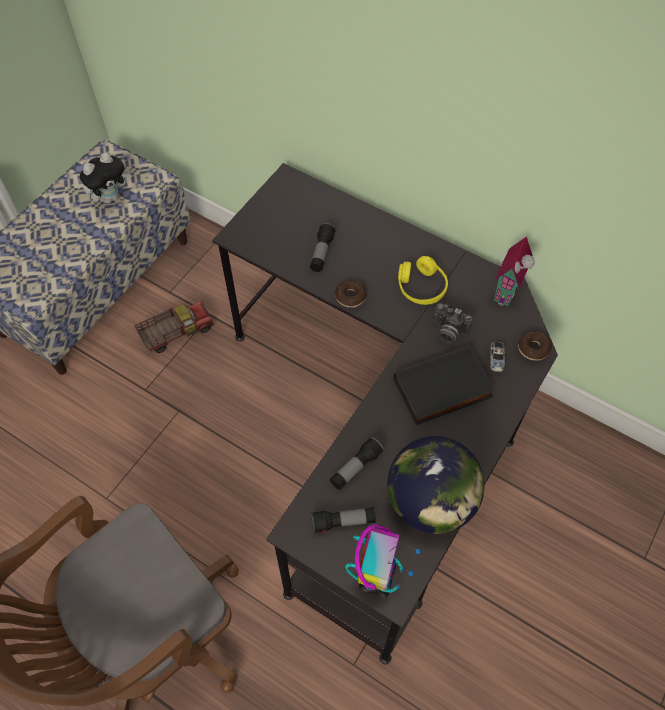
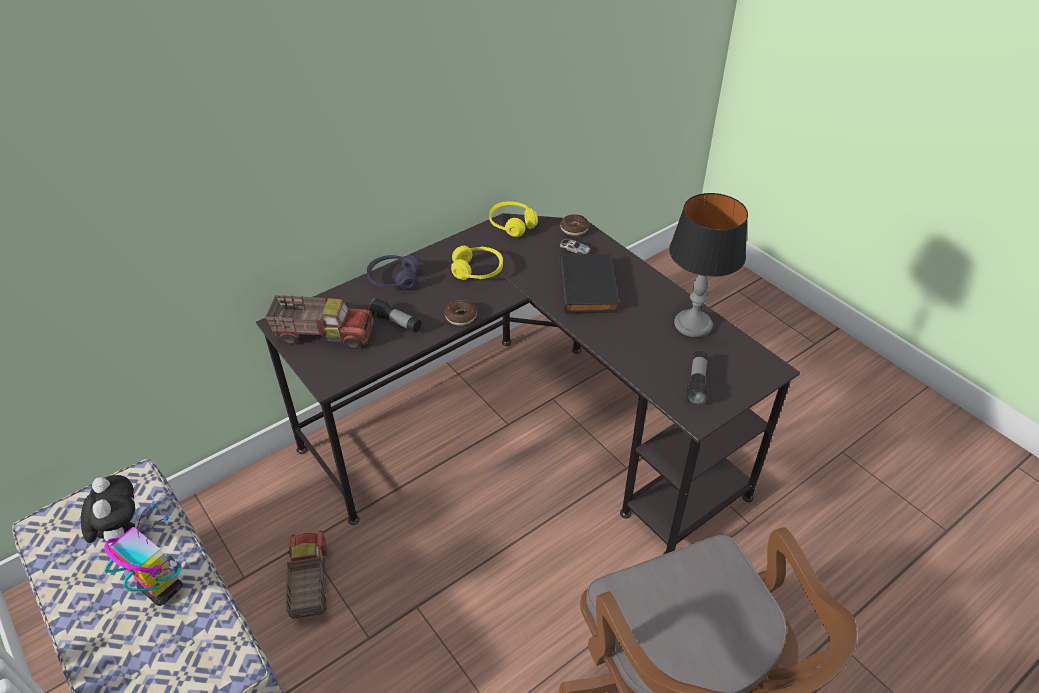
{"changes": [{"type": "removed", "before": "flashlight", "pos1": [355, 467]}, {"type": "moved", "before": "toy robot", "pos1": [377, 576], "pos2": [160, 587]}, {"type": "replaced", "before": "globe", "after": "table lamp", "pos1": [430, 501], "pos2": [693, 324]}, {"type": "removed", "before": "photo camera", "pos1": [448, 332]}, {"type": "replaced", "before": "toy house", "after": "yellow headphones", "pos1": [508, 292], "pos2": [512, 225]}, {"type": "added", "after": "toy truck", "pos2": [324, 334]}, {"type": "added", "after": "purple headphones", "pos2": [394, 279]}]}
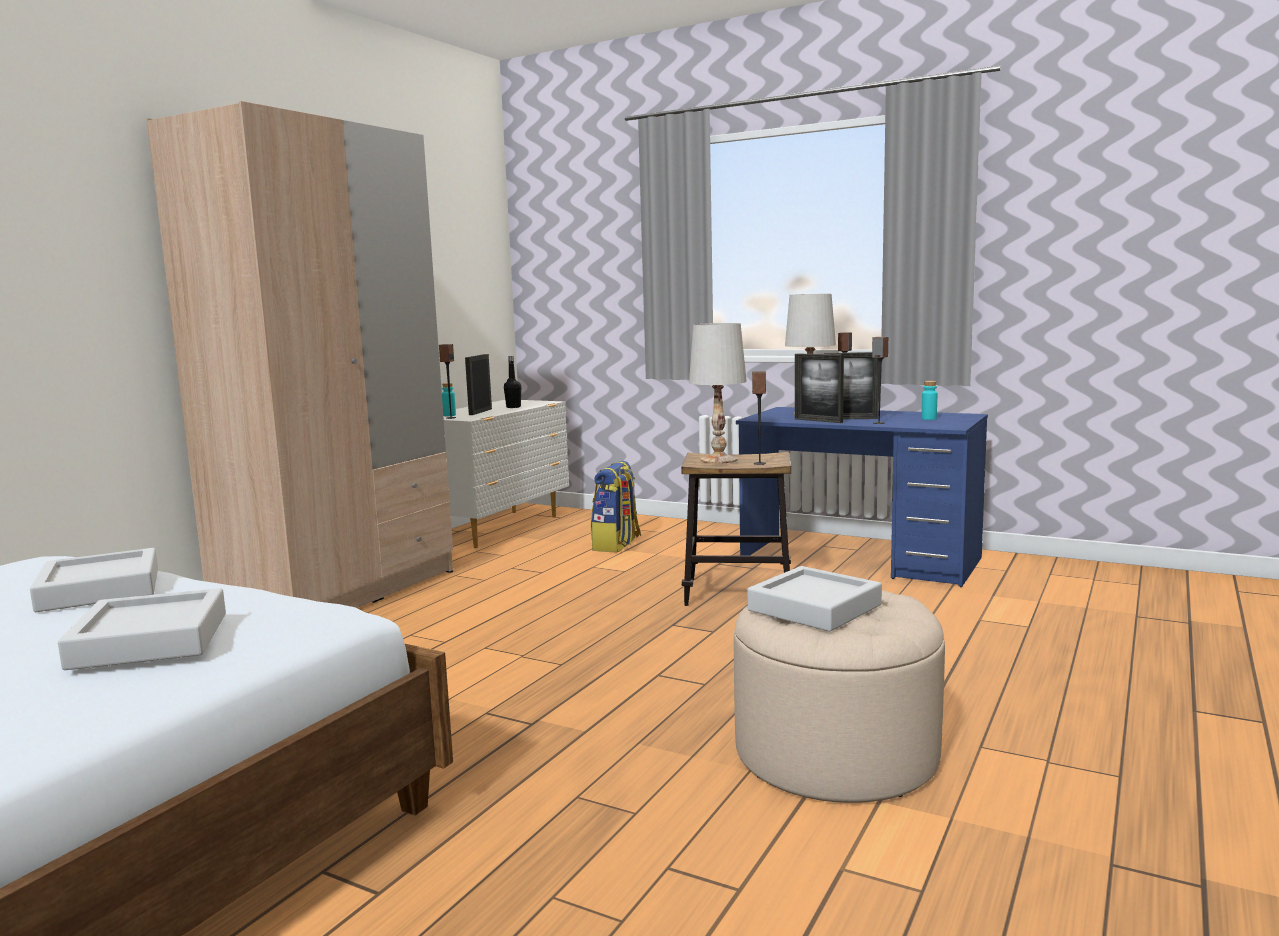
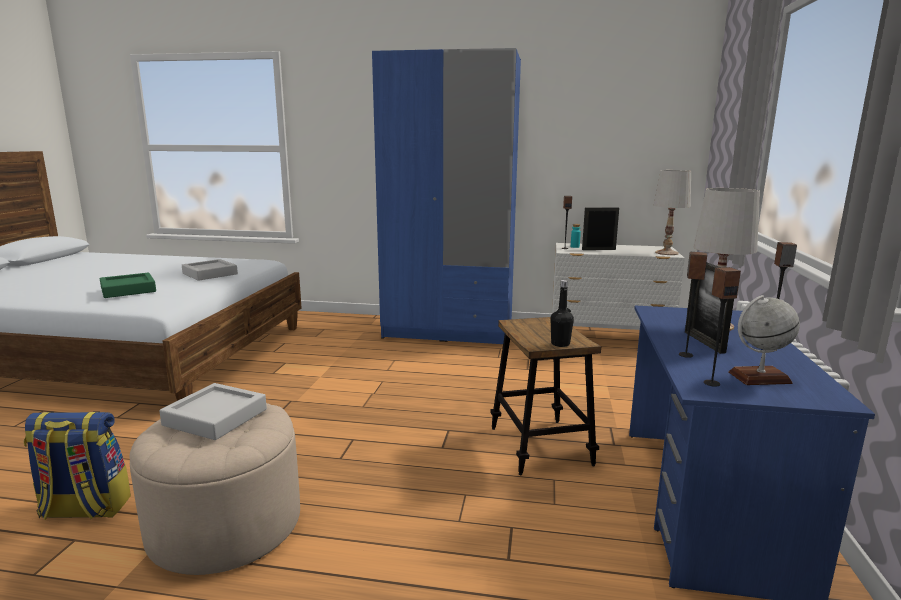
{"changes": [{"type": "recoloured", "before": "grey tray", "after": "green tray", "pos1": [150, 640], "pos2": [128, 290]}, {"type": "recoloured", "before": "beige wardrobe", "after": "blue wardrobe", "pos1": [339, 593], "pos2": [449, 331]}, {"type": "moved", "before": "black bottle", "pos1": [513, 407], "pos2": [560, 344]}, {"type": "moved", "before": "backpack", "pos1": [617, 545], "pos2": [84, 509]}, {"type": "moved", "before": "white table lamp", "pos1": [719, 460], "pos2": [666, 253]}, {"type": "moved", "before": "speaker", "pos1": [759, 463], "pos2": [711, 383]}, {"type": "removed", "before": "picture frame", "pos1": [818, 420]}, {"type": "replaced", "before": "turquoise bottle", "after": "globe", "pos1": [929, 418], "pos2": [759, 377]}]}
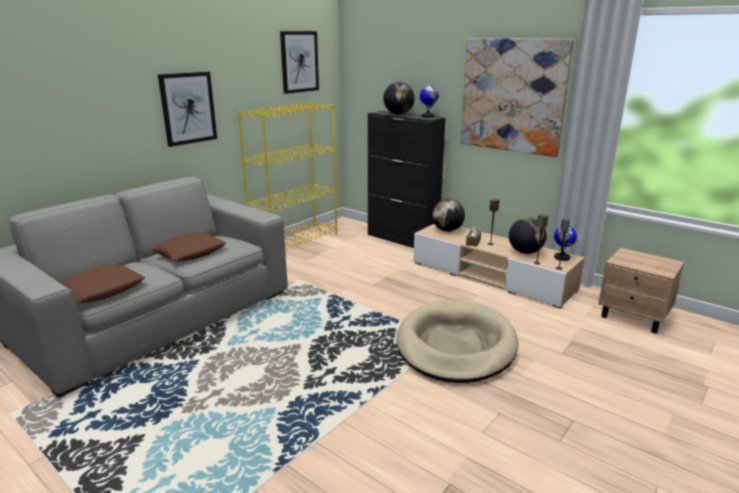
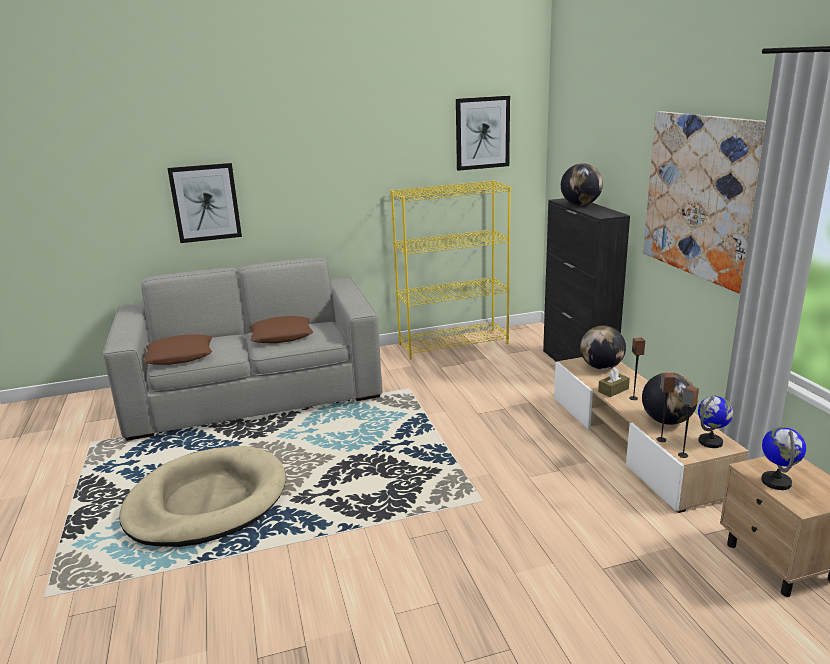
{"changes": [{"type": "moved", "before": "picture", "pos1": [188, 108], "pos2": [205, 203]}, {"type": "moved", "before": "beige dog bed", "pos1": [456, 346], "pos2": [207, 502]}, {"type": "moved", "before": "globe", "pos1": [428, 116], "pos2": [776, 482]}]}
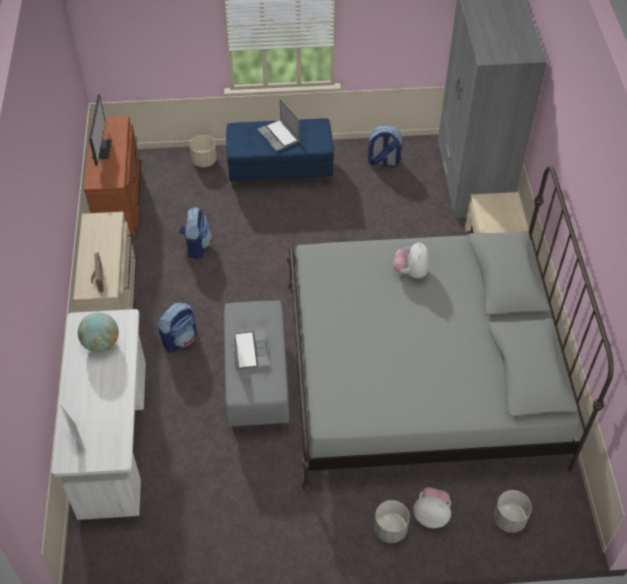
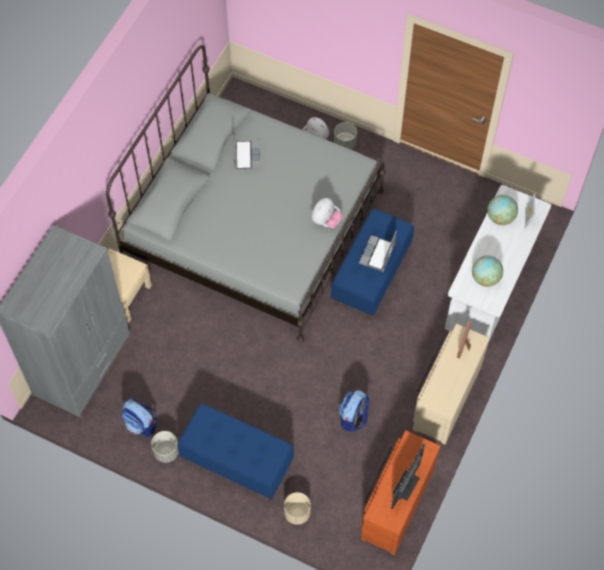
{"changes": [{"type": "removed", "before": "backpack", "pos1": [180, 339]}, {"type": "recoloured", "before": "grey bench", "after": "blue bench", "pos1": [258, 382], "pos2": [371, 275]}, {"type": "moved", "before": "laptop", "pos1": [279, 136], "pos2": [246, 155]}, {"type": "moved", "before": "plush toy", "pos1": [411, 272], "pos2": [326, 221]}, {"type": "moved", "before": "grey planter", "pos1": [509, 519], "pos2": [166, 452]}, {"type": "added", "after": "globe", "pos2": [500, 217]}]}
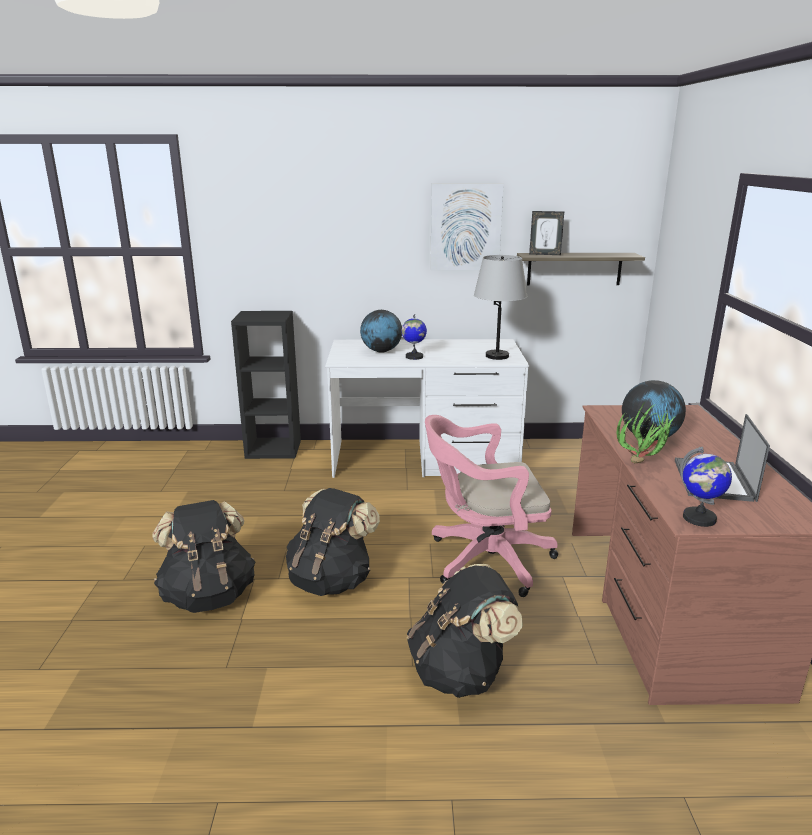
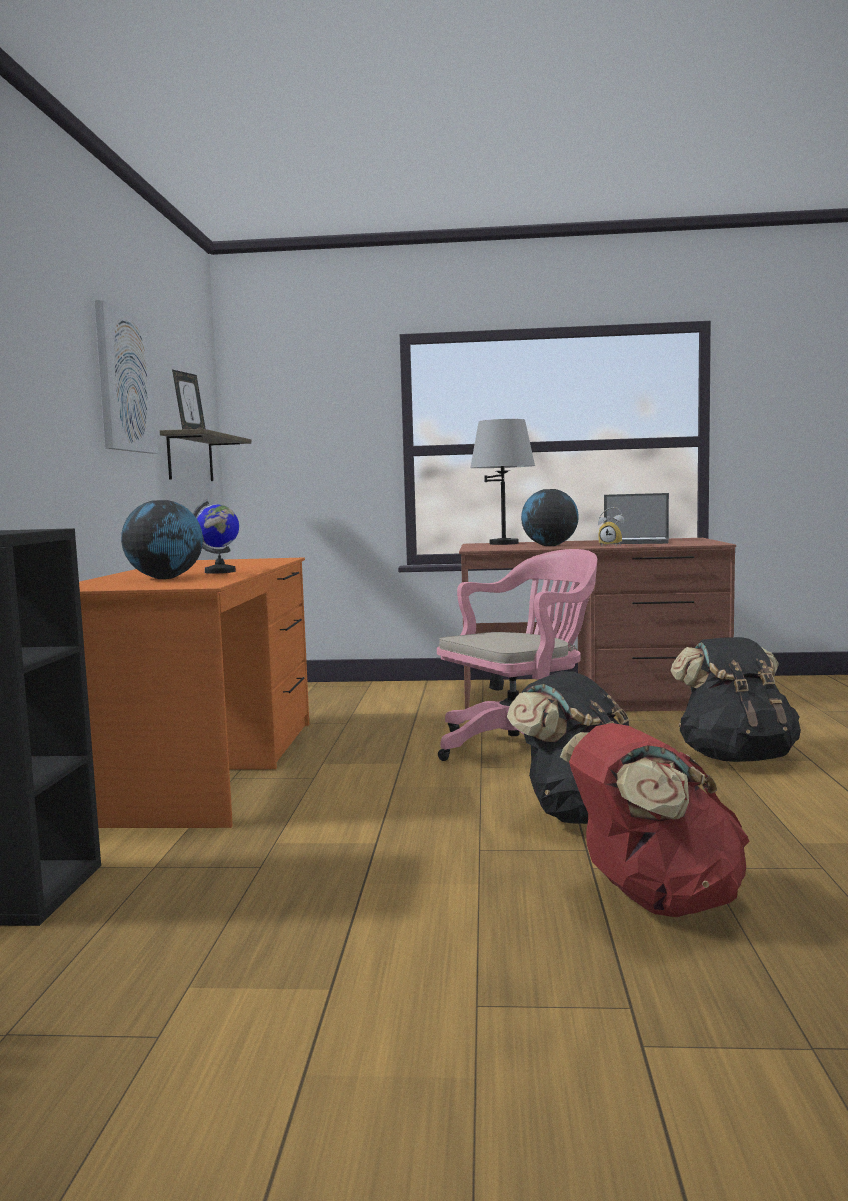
{"changes": [{"type": "recoloured", "before": "black backpack", "after": "red backpack", "pos1": [209, 595], "pos2": [654, 900]}, {"type": "recoloured", "before": "white desk", "after": "orange desk", "pos1": [425, 458], "pos2": [205, 767]}, {"type": "turned", "before": "pink office chair", "pos1": [484, 560], "pos2": [521, 745], "turn": -120}, {"type": "moved", "before": "grey table lamp", "pos1": [497, 356], "pos2": [504, 543]}, {"type": "replaced", "before": "potted plant", "after": "alarm clock", "pos1": [643, 464], "pos2": [611, 546]}, {"type": "removed", "before": "globe", "pos1": [699, 518]}]}
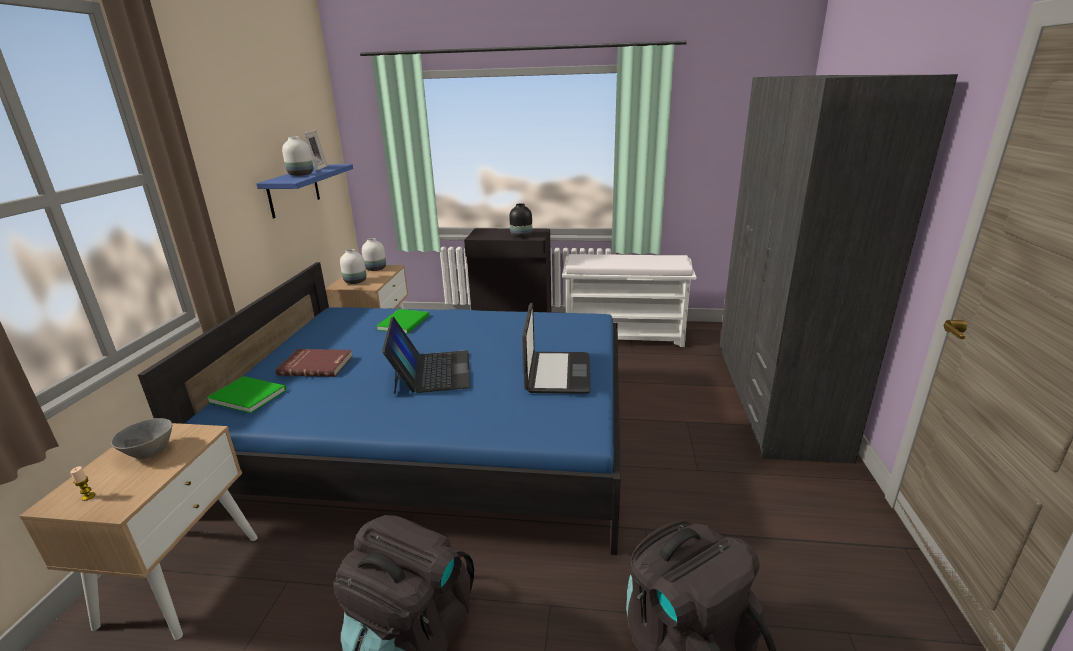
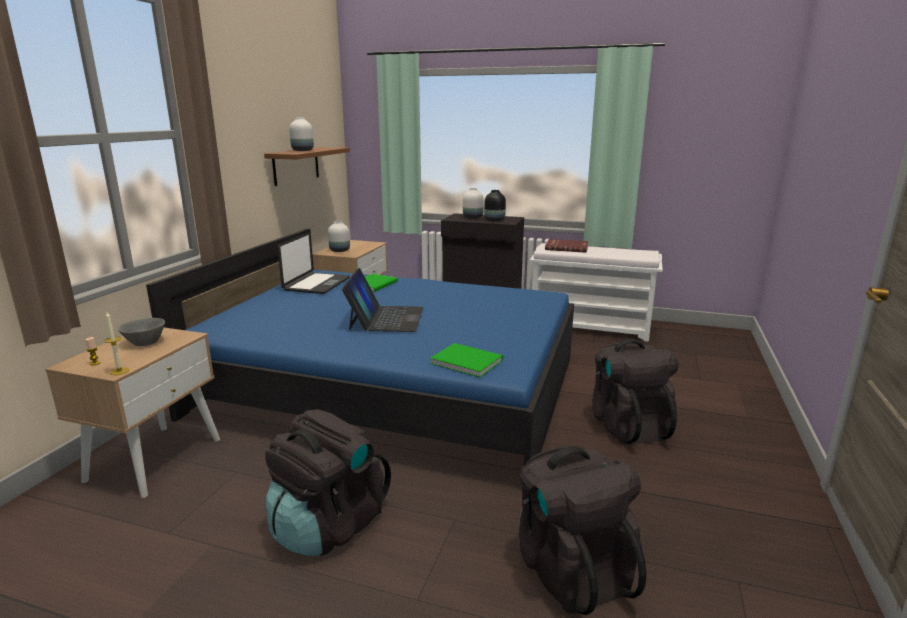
{"changes": [{"type": "moved", "before": "green book", "pos1": [248, 395], "pos2": [466, 360]}, {"type": "recoloured", "before": "blue shelf", "after": "brown shelf", "pos1": [294, 190], "pos2": [296, 165]}, {"type": "moved", "before": "red book", "pos1": [316, 365], "pos2": [566, 247]}, {"type": "removed", "before": "picture frame", "pos1": [316, 168]}, {"type": "moved", "before": "white vase", "pos1": [375, 269], "pos2": [472, 217]}, {"type": "moved", "before": "laptop", "pos1": [557, 373], "pos2": [316, 284]}, {"type": "removed", "before": "grey wardrobe", "pos1": [775, 398]}, {"type": "added", "after": "candle", "pos2": [119, 371]}, {"type": "added", "after": "black backpack", "pos2": [627, 425]}]}
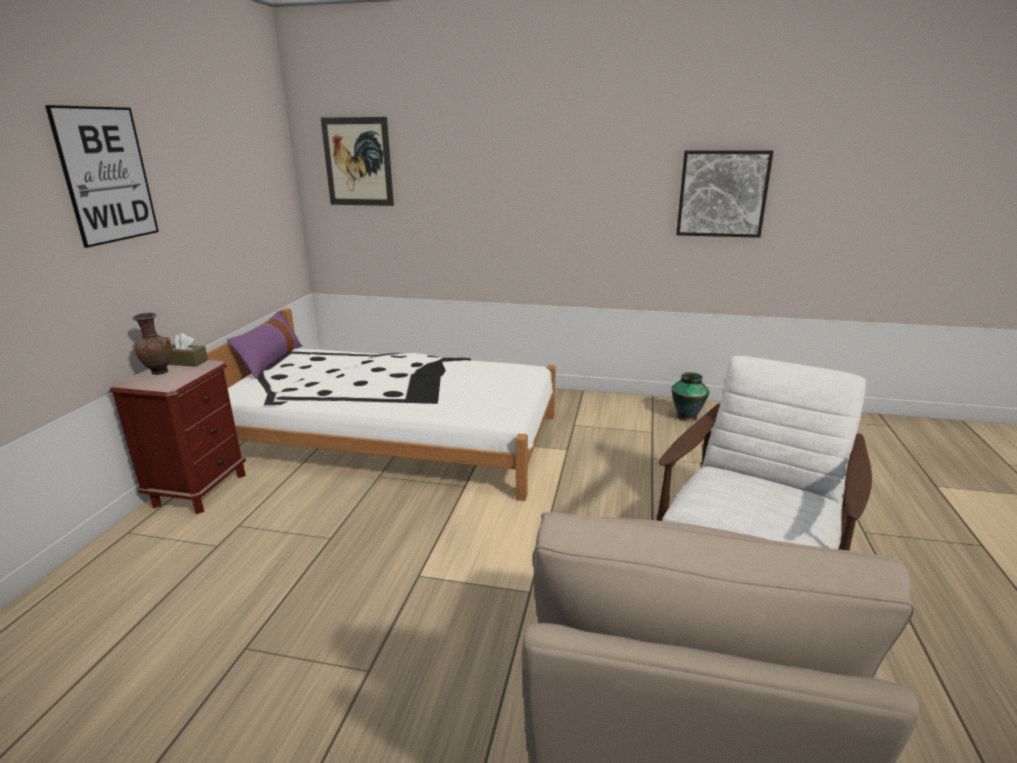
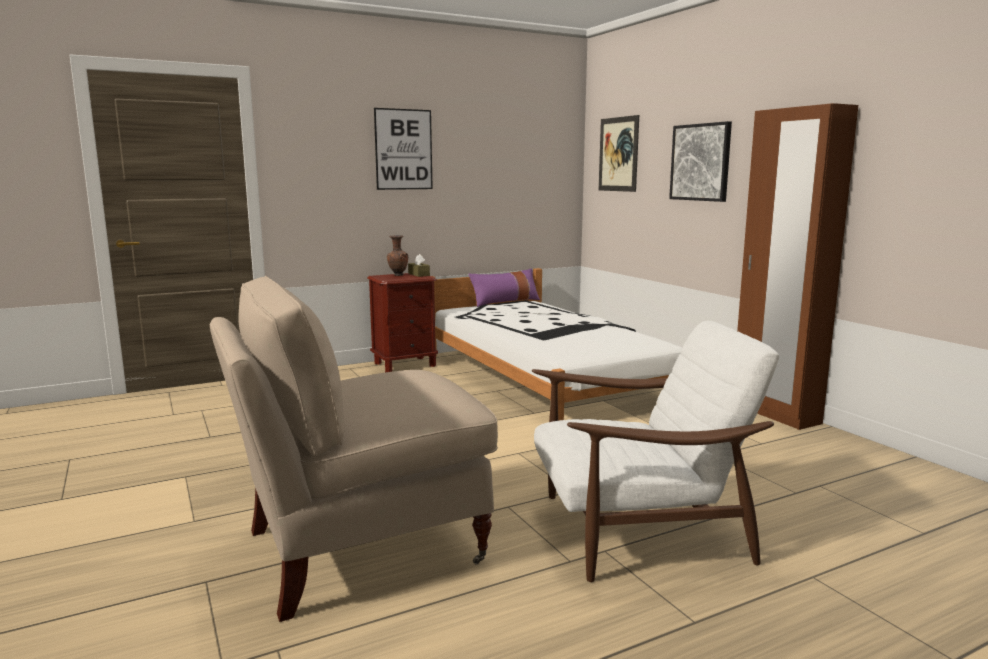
{"changes": [{"type": "removed", "before": "vase", "pos1": [686, 417]}, {"type": "moved", "before": "picture", "pos1": [722, 194], "pos2": [700, 162]}, {"type": "added", "after": "brown wardrobe", "pos2": [774, 414]}]}
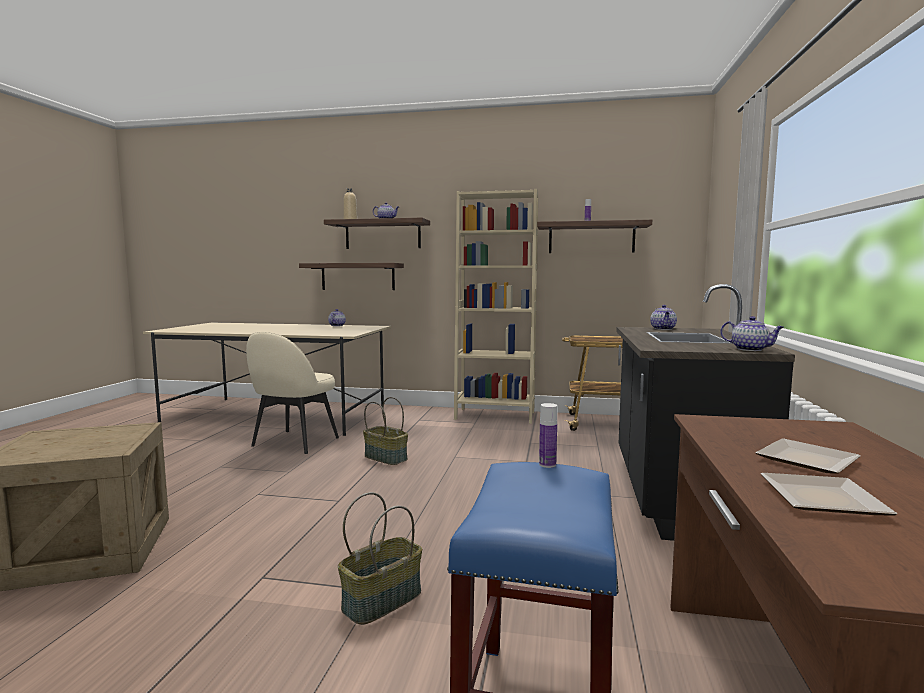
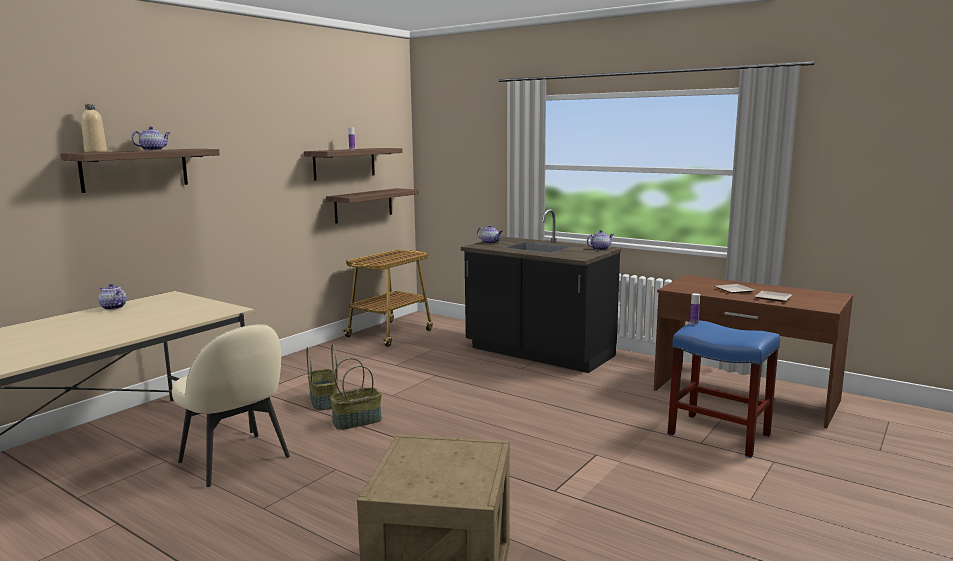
{"changes": [{"type": "moved", "before": "shelf", "pos1": [358, 276], "pos2": [363, 205]}, {"type": "moved", "before": "basket", "pos1": [382, 600], "pos2": [323, 401]}, {"type": "removed", "before": "beige bookcase", "pos1": [495, 415]}]}
